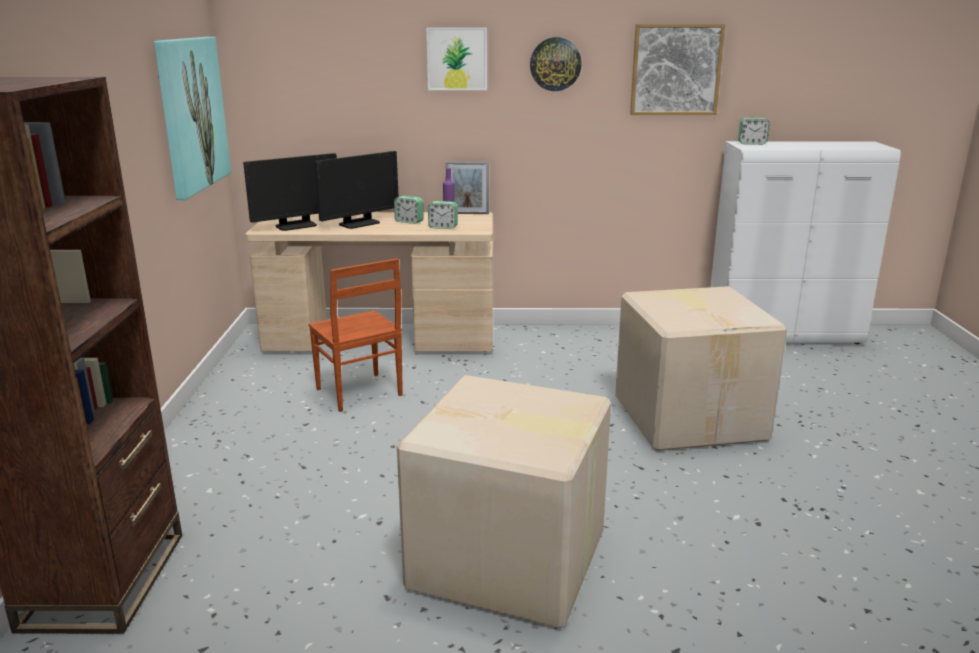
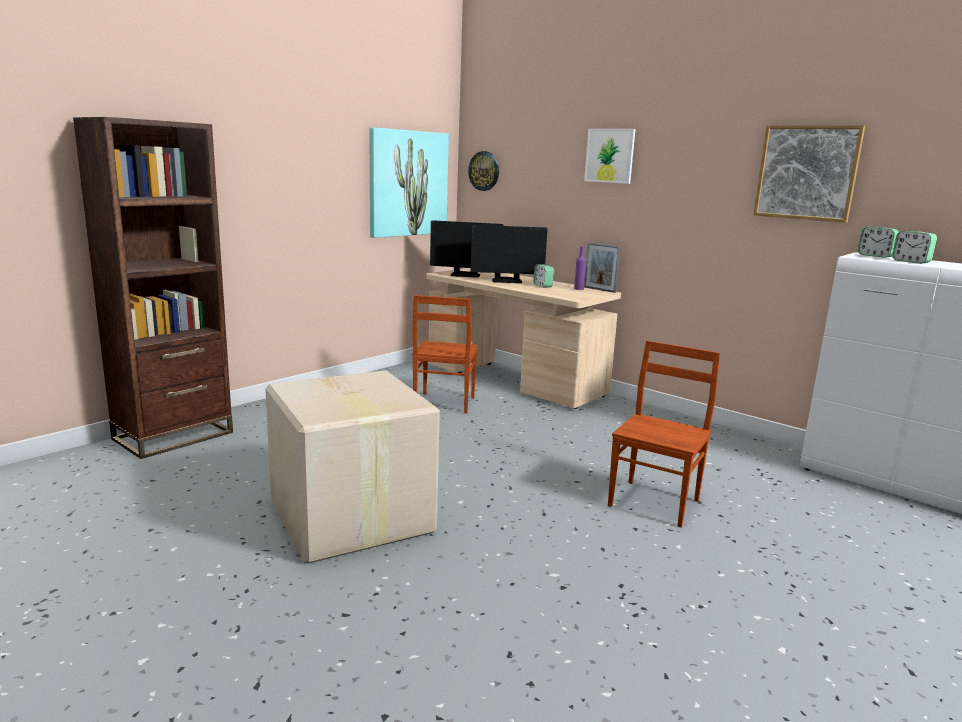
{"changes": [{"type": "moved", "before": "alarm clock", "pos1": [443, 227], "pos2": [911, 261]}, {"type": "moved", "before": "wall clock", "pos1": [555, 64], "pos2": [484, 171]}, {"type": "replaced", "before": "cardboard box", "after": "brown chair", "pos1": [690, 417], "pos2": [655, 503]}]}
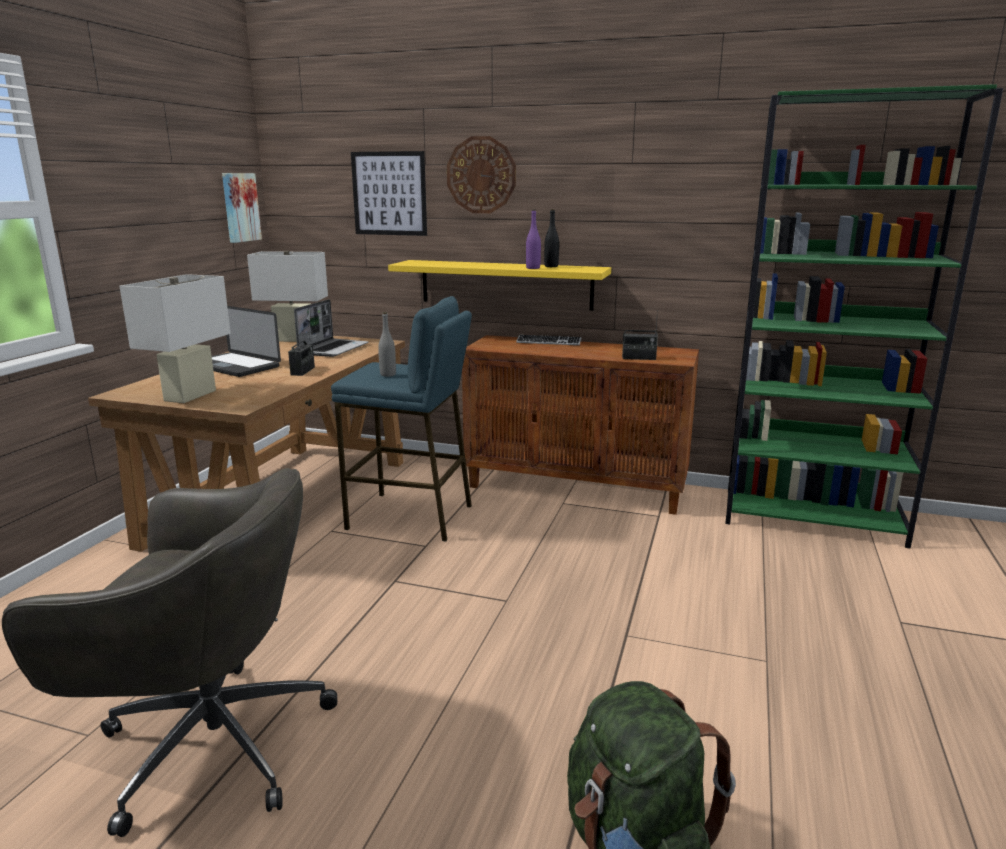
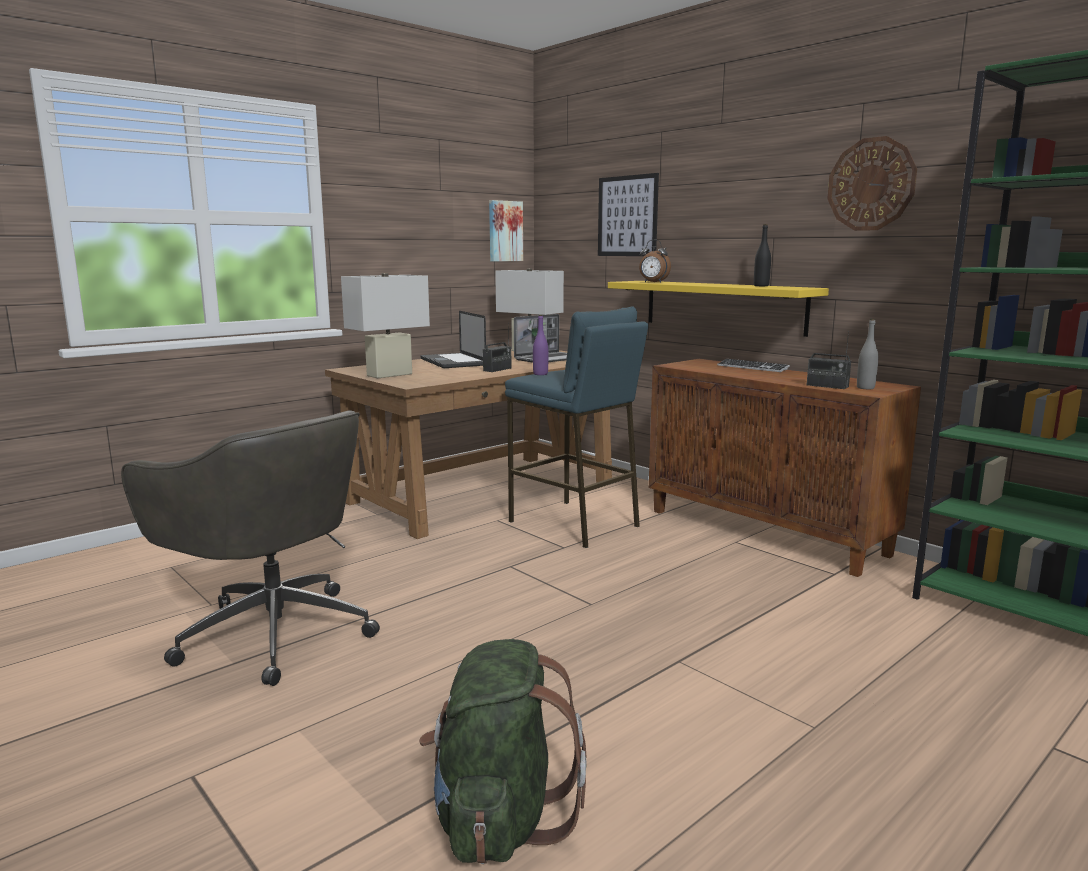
{"changes": [{"type": "moved", "before": "grey bottle", "pos1": [388, 374], "pos2": [865, 388]}, {"type": "moved", "before": "wall clock", "pos1": [481, 175], "pos2": [871, 184]}, {"type": "moved", "before": "purple bottle", "pos1": [533, 268], "pos2": [540, 374]}, {"type": "added", "after": "alarm clock", "pos2": [653, 282]}]}
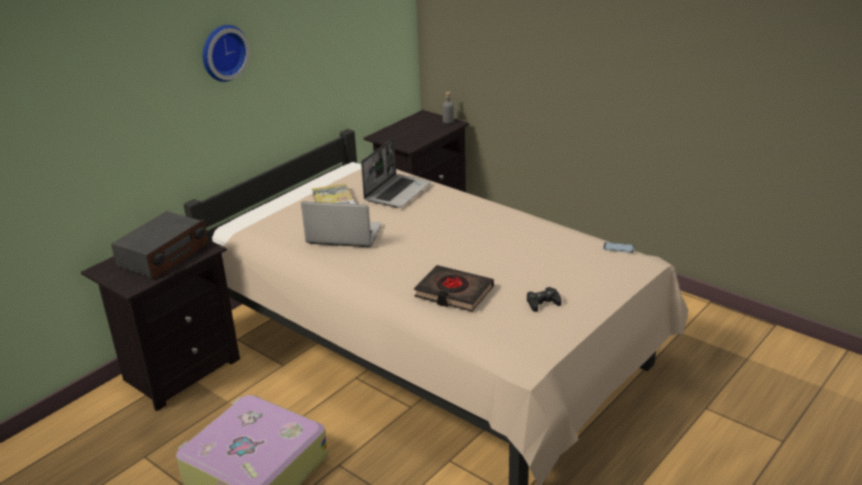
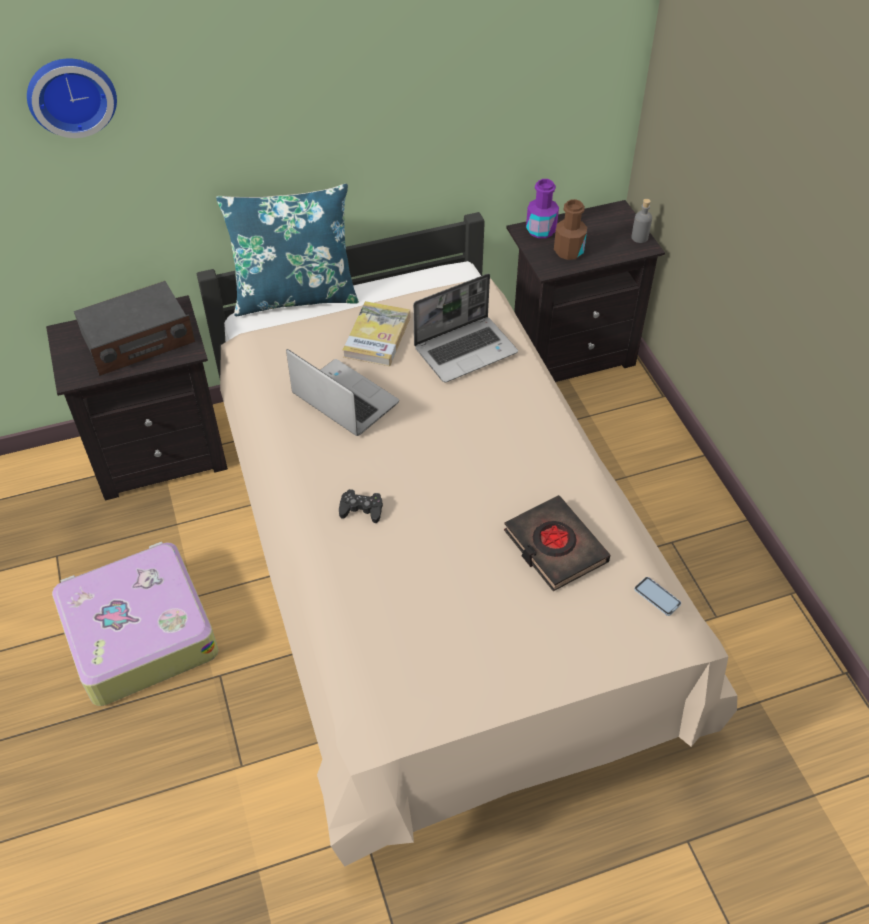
{"changes": [{"type": "moved", "before": "wall clock", "pos1": [222, 52], "pos2": [71, 94]}, {"type": "moved", "before": "black book", "pos1": [453, 293], "pos2": [555, 547]}, {"type": "moved", "before": "black game controller", "pos1": [542, 303], "pos2": [361, 509]}, {"type": "added", "after": "blue pillow", "pos2": [295, 295]}, {"type": "added", "after": "purple bottle", "pos2": [541, 230]}, {"type": "added", "after": "brown bottle", "pos2": [568, 251]}]}
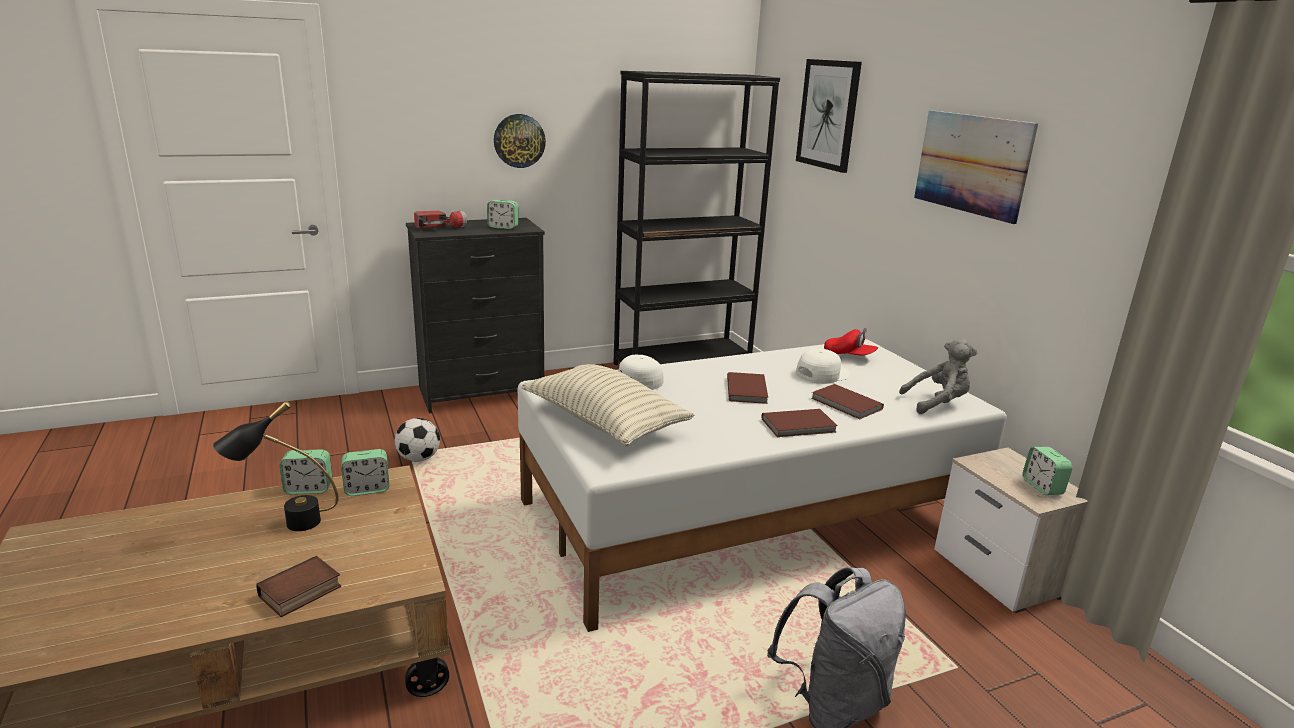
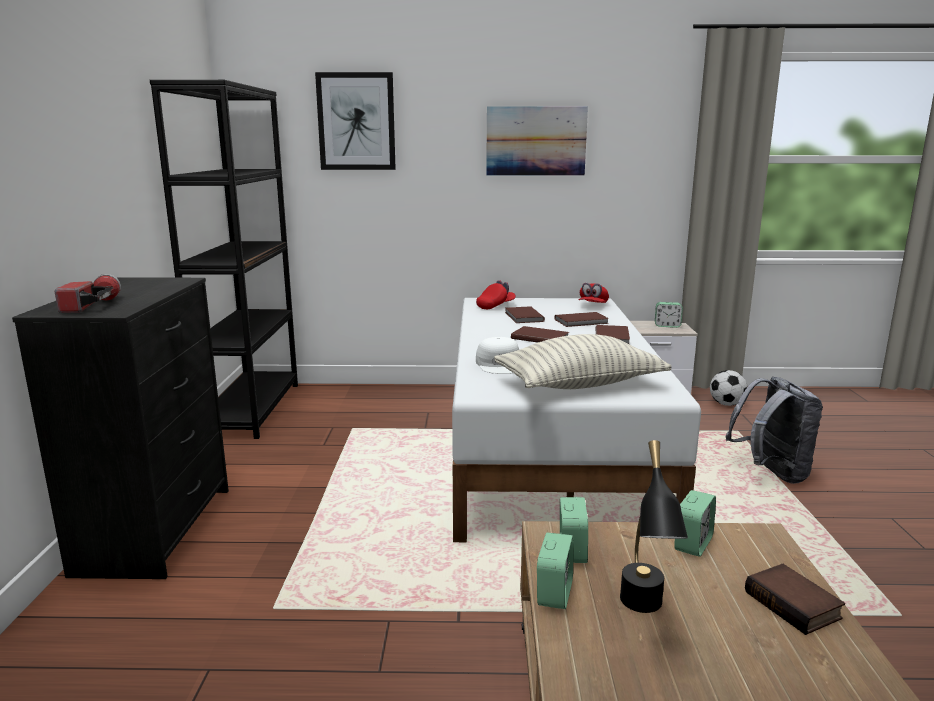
{"changes": [{"type": "moved", "before": "football", "pos1": [419, 458], "pos2": [726, 404]}, {"type": "moved", "before": "alarm clock", "pos1": [503, 227], "pos2": [693, 544]}, {"type": "removed", "before": "wall clock", "pos1": [519, 141]}, {"type": "replaced", "before": "white cap", "after": "brown book", "pos1": [821, 373], "pos2": [523, 317]}, {"type": "replaced", "before": "grey plush toy", "after": "red cap", "pos1": [937, 404], "pos2": [593, 305]}]}
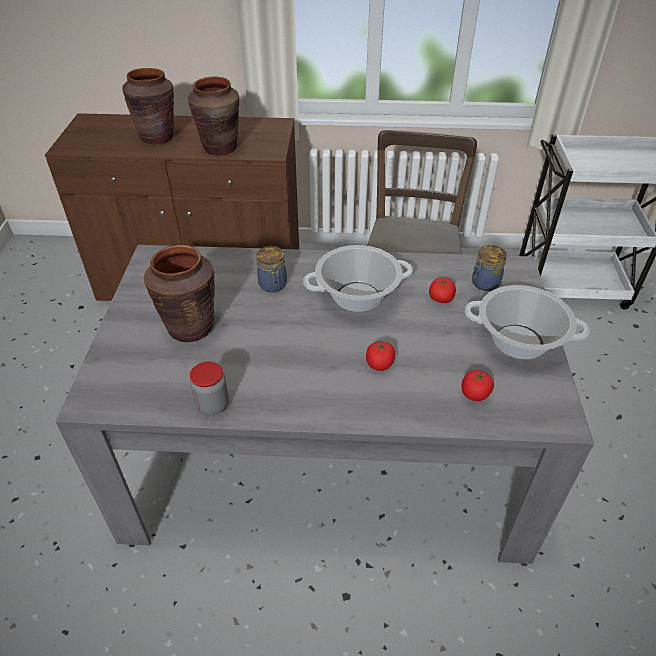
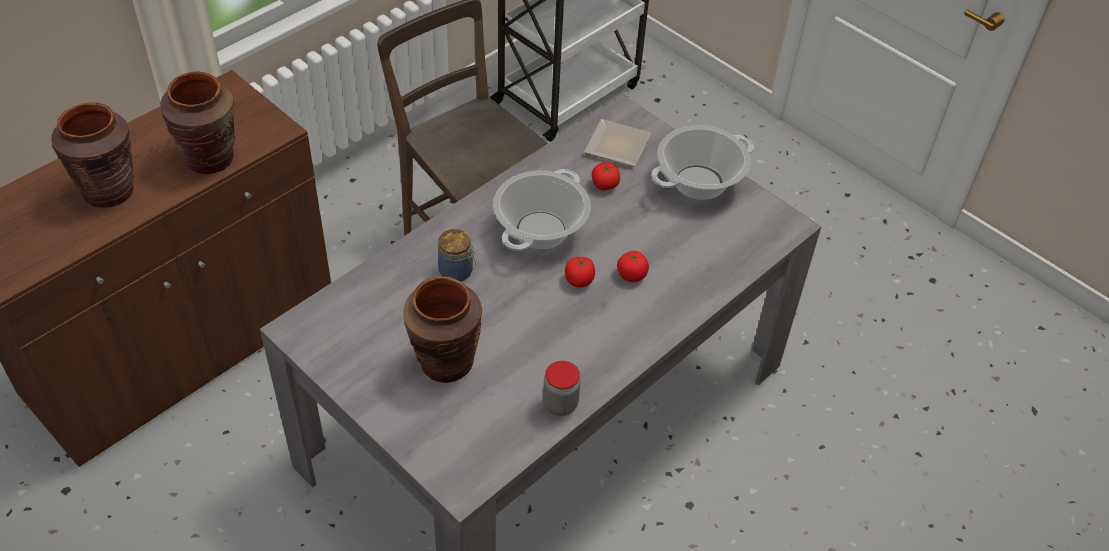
{"changes": [{"type": "moved", "before": "tomato", "pos1": [475, 394], "pos2": [579, 280]}, {"type": "replaced", "before": "jar", "after": "plate", "pos1": [484, 283], "pos2": [618, 147]}]}
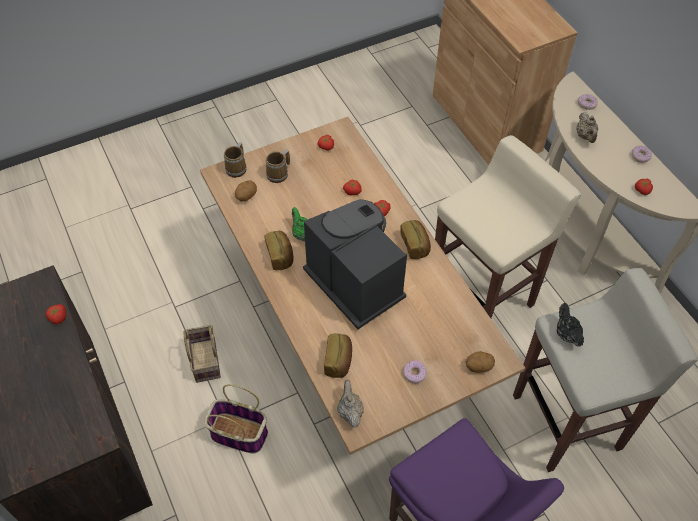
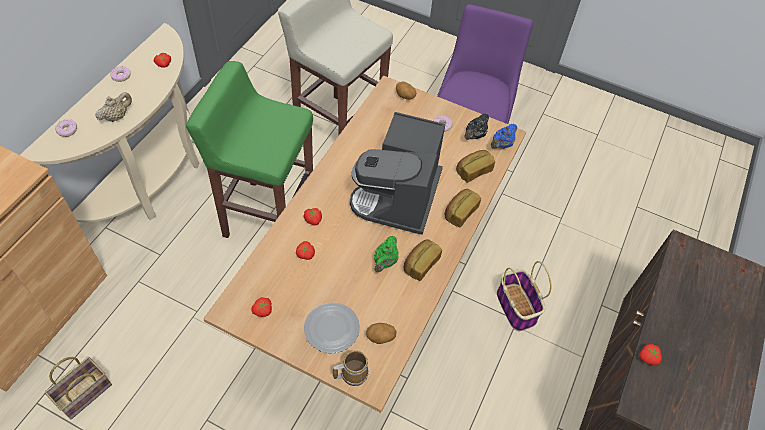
{"changes": [{"type": "moved", "before": "basket", "pos1": [204, 359], "pos2": [83, 395]}, {"type": "replaced", "before": "mug", "after": "plate", "pos1": [279, 174], "pos2": [331, 328]}, {"type": "recoloured", "before": "beige teapot", "after": "blue teapot", "pos1": [350, 411], "pos2": [501, 145]}, {"type": "moved", "before": "bread", "pos1": [415, 245], "pos2": [460, 213]}, {"type": "recoloured", "before": "beige stool", "after": "green stool", "pos1": [482, 296], "pos2": [267, 216]}, {"type": "moved", "before": "black teapot", "pos1": [566, 334], "pos2": [475, 135]}]}
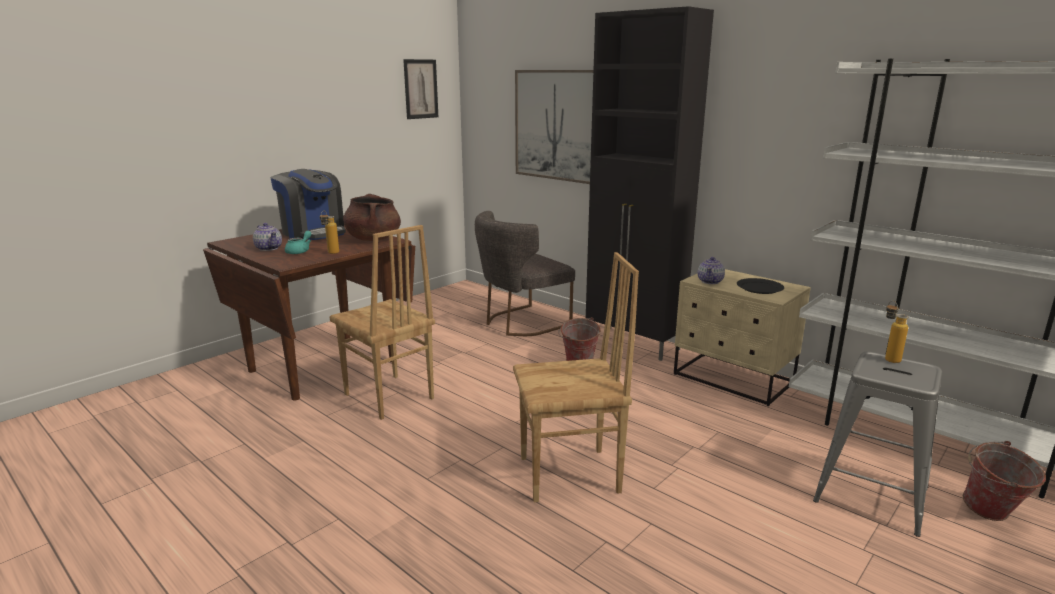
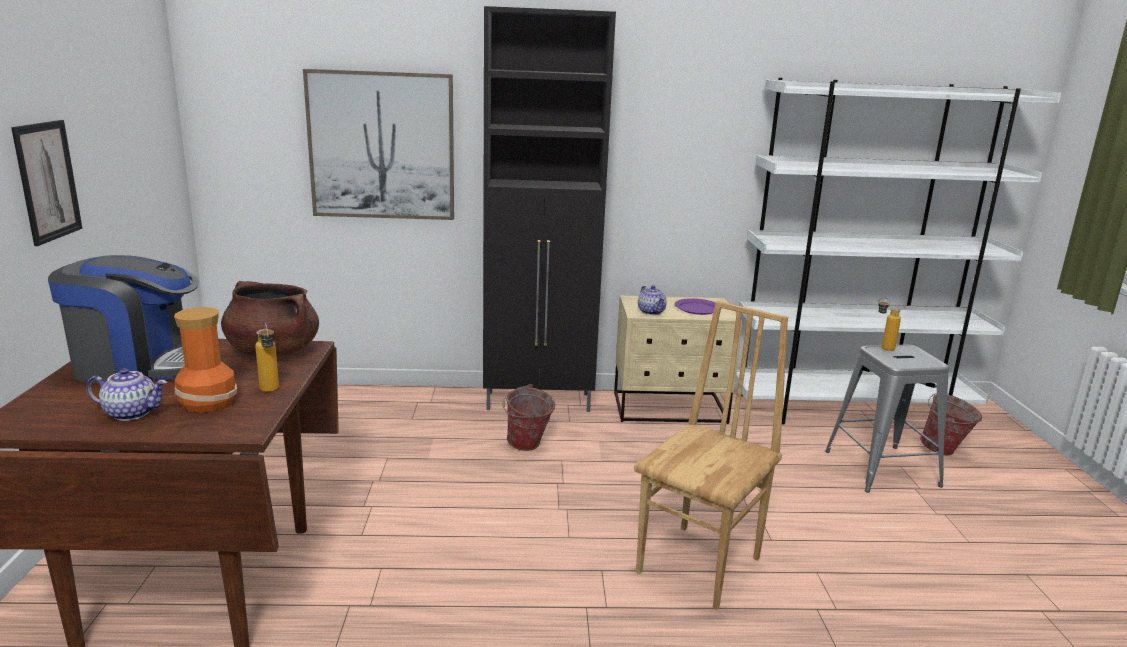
{"changes": [{"type": "replaced", "before": "turquoise teapot", "after": "vase", "pos1": [300, 251], "pos2": [206, 402]}, {"type": "removed", "before": "brown chair", "pos1": [388, 397]}, {"type": "moved", "before": "picture", "pos1": [421, 89], "pos2": [47, 181]}, {"type": "removed", "before": "grey chair", "pos1": [521, 323]}, {"type": "recoloured", "before": "black plate", "after": "purple plate", "pos1": [759, 288], "pos2": [697, 309]}]}
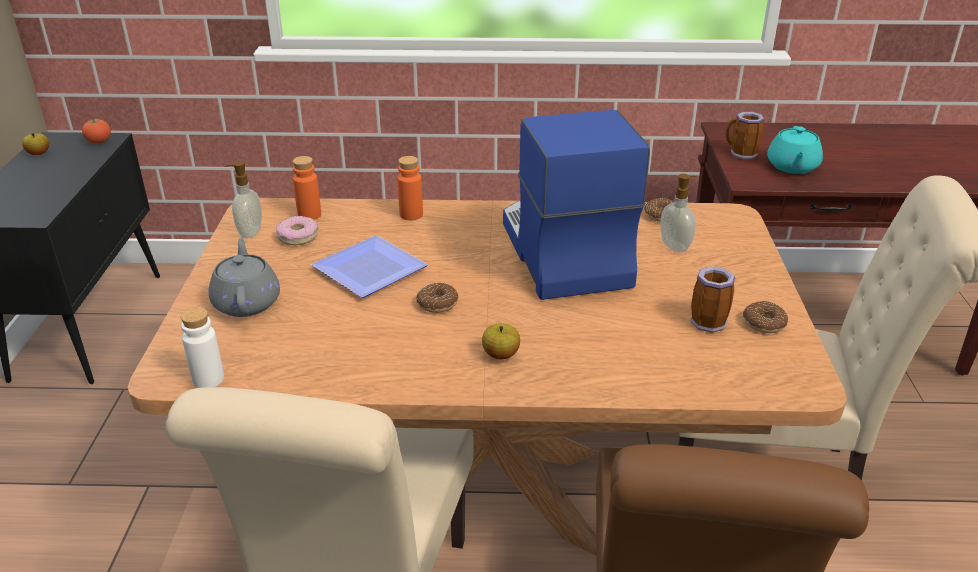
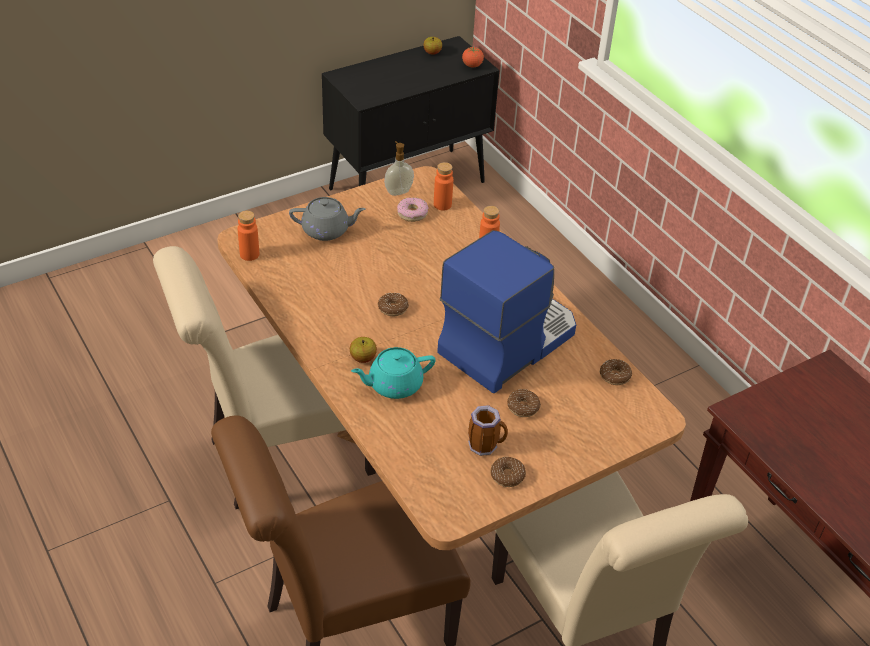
{"changes": [{"type": "recoloured", "before": "white bottle", "after": "orange bottle", "pos1": [208, 379], "pos2": [249, 254]}, {"type": "turned", "before": "grey teapot", "pos1": [247, 302], "pos2": [327, 230], "turn": 45}, {"type": "removed", "before": "plate", "pos1": [365, 270]}, {"type": "removed", "before": "soap dispenser", "pos1": [675, 246]}, {"type": "removed", "before": "mug", "pos1": [740, 154]}, {"type": "moved", "before": "turquoise teapot", "pos1": [792, 167], "pos2": [394, 385]}, {"type": "added", "after": "donut", "pos2": [523, 407]}]}
